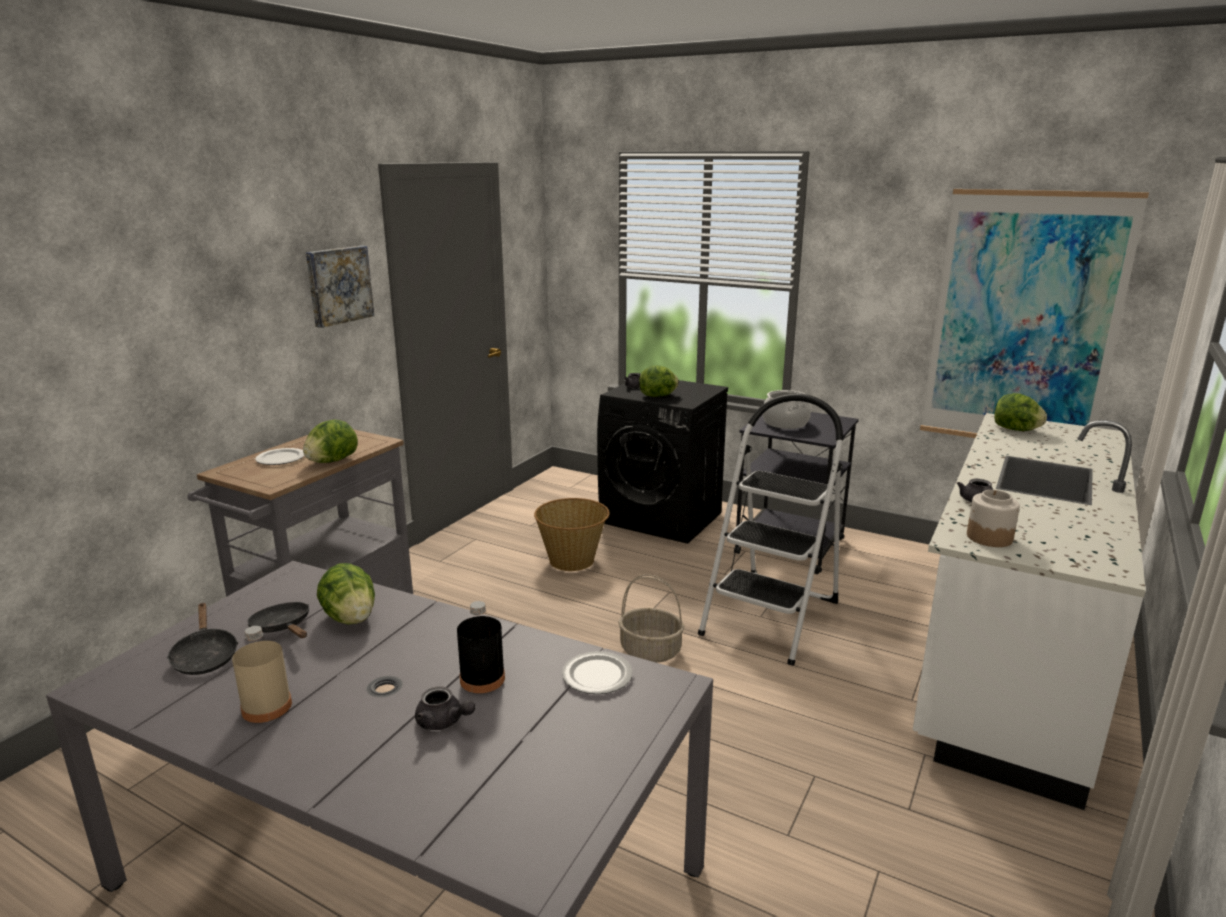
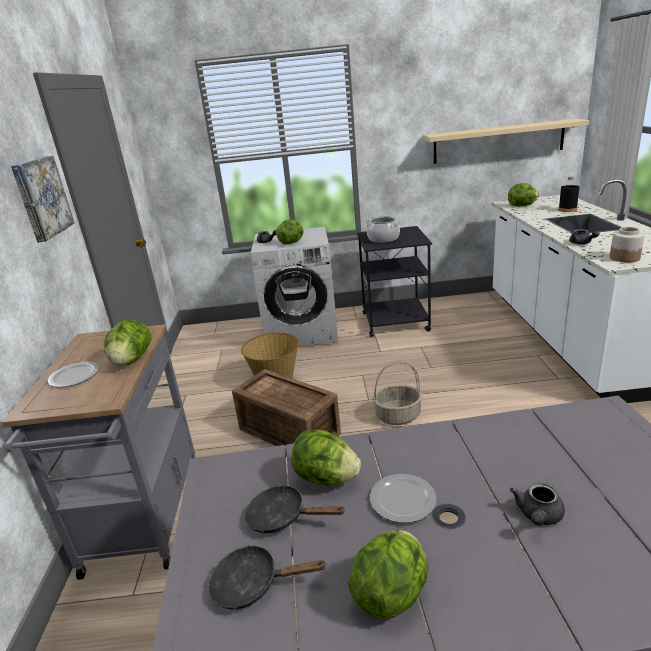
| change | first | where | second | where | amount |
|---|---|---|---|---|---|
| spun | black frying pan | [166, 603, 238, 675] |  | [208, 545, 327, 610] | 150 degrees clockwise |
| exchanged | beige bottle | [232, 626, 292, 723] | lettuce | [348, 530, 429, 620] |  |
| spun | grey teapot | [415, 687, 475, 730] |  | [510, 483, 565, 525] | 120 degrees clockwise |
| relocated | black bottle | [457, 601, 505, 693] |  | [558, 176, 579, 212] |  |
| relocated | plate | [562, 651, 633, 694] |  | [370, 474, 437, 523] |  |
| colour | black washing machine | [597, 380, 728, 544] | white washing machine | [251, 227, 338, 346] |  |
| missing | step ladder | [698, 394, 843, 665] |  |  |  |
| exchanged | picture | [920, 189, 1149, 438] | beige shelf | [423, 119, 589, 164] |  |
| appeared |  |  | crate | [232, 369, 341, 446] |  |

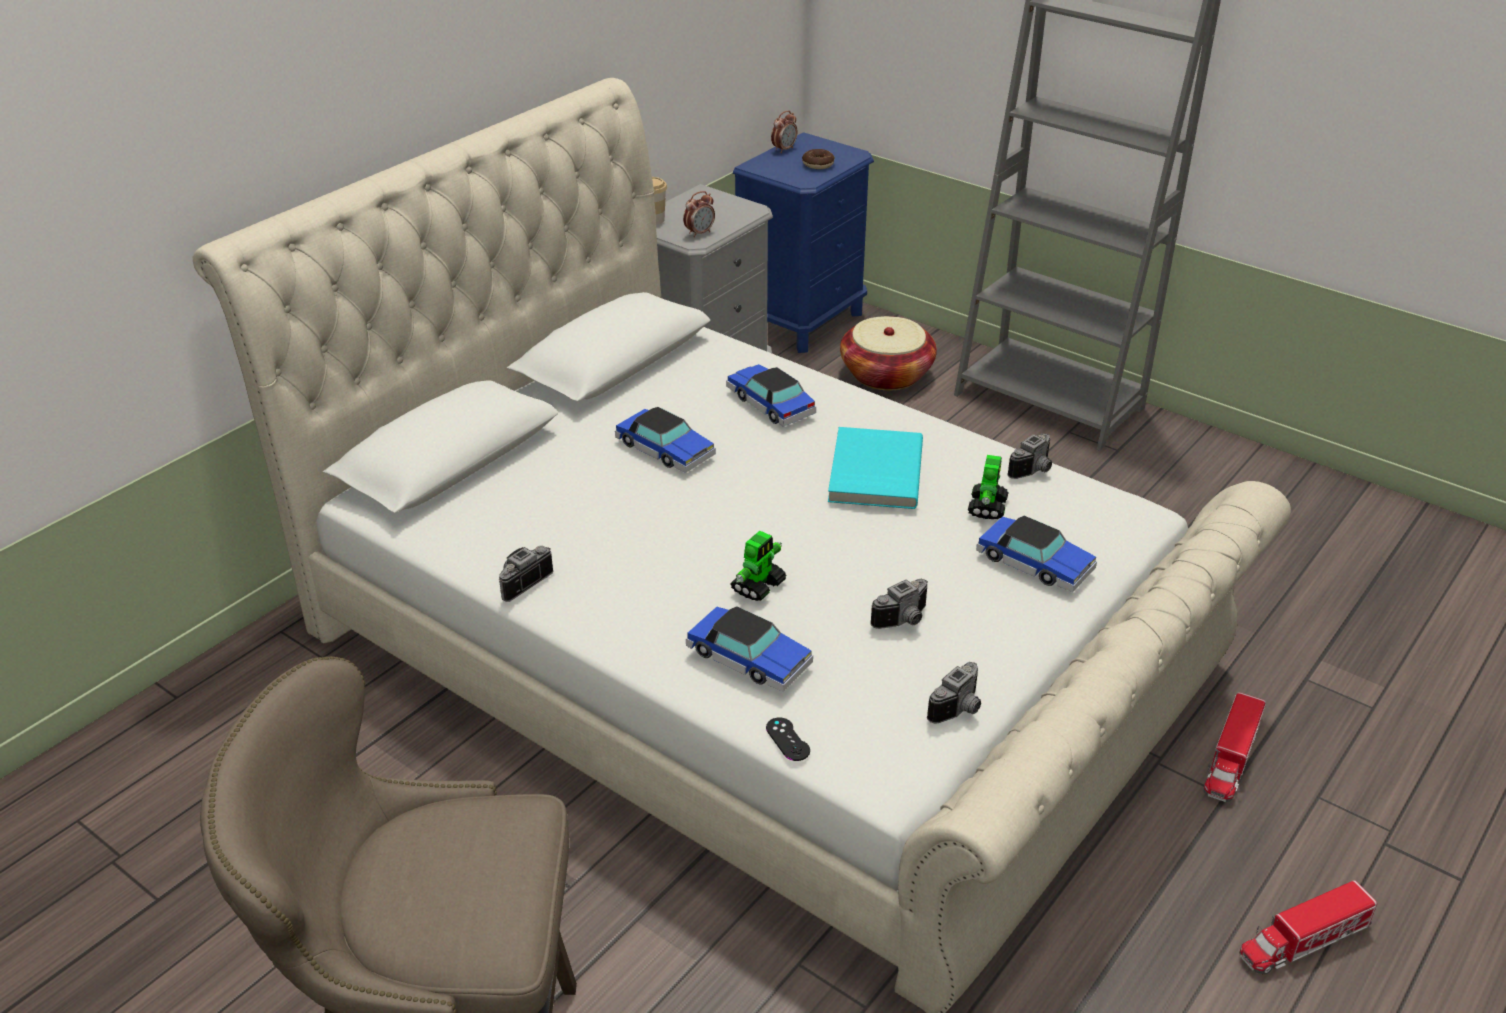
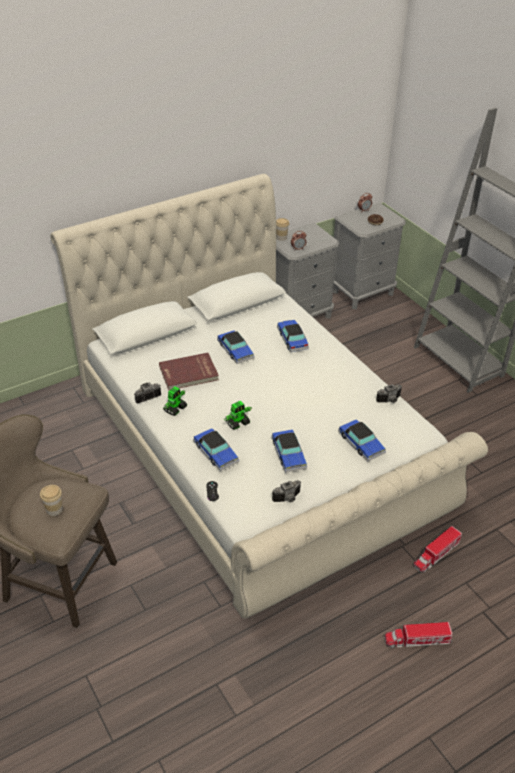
| change | first | where | second | where | amount |
|---|---|---|---|---|---|
| colour | blue nightstand | [733, 132, 874, 353] | grey nightstand | [333, 202, 406, 309] |  |
| missing | turquoise book | [828, 427, 923, 509] |  |  |  |
| missing | basket | [840, 316, 937, 391] |  |  |  |
| exchanged | photo camera | [871, 579, 928, 629] | toy car | [272, 430, 307, 473] |  |
| relocated | toy robot | [968, 455, 1009, 519] |  | [163, 386, 187, 416] |  |
| appeared |  |  | cup | [40, 485, 63, 516] |  |
| appeared |  |  | red book | [159, 353, 219, 391] |  |

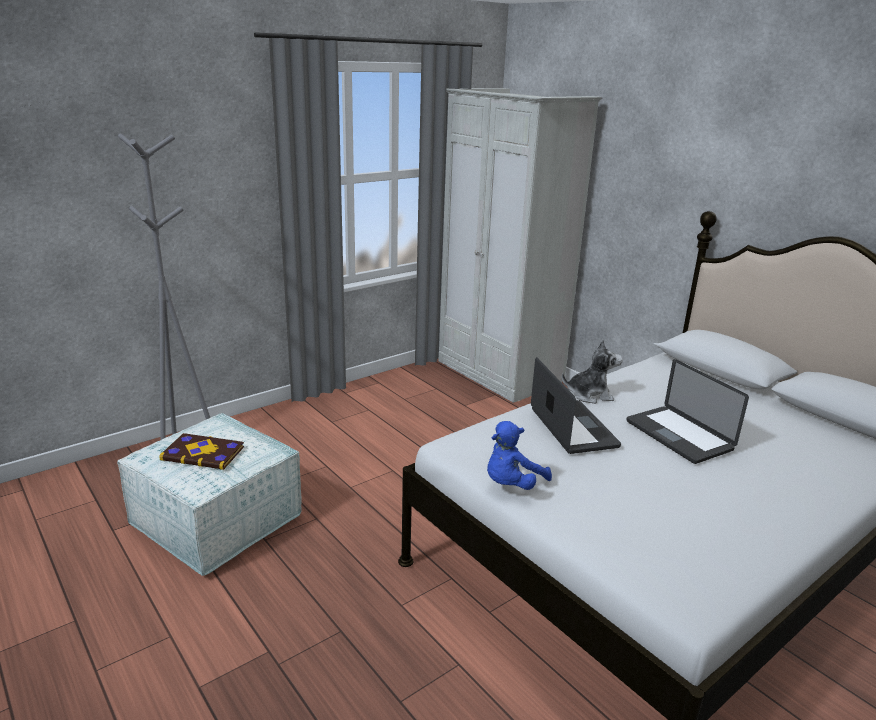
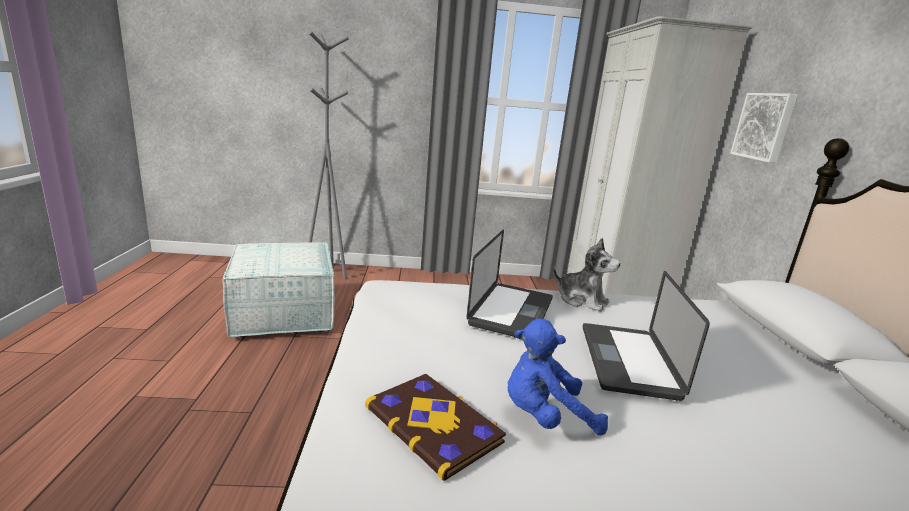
| change | first | where | second | where | amount |
|---|---|---|---|---|---|
| relocated | book | [159, 433, 244, 470] |  | [365, 374, 506, 481] |  |
| relocated | blue plush toy | [487, 421, 552, 490] |  | [508, 318, 608, 436] |  |
| appeared |  |  | picture | [730, 93, 798, 163] |  |

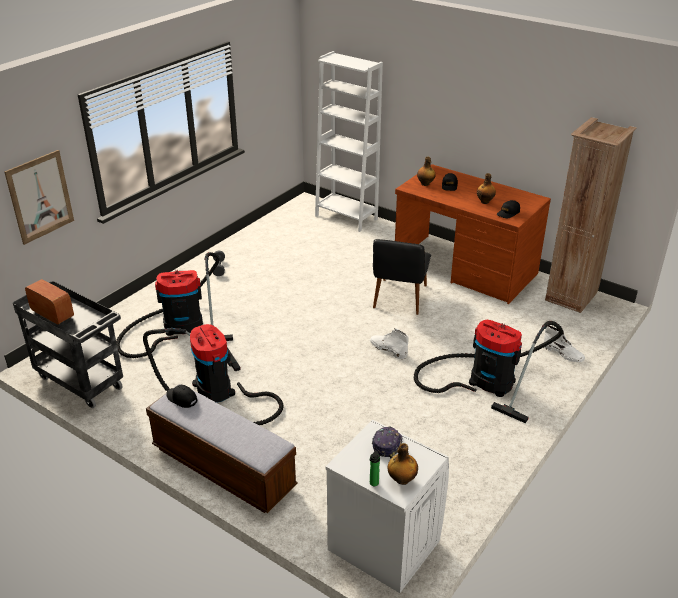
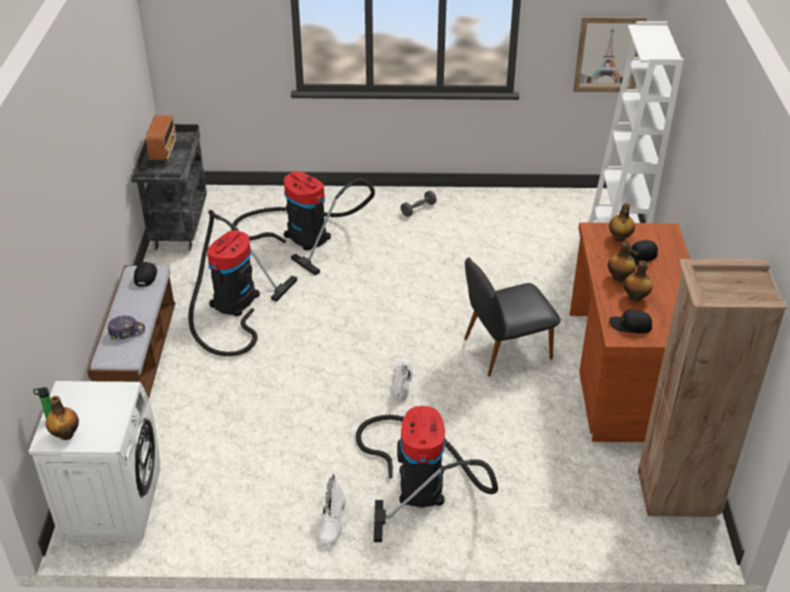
| change | first | where | second | where | amount |
|---|---|---|---|---|---|
| relocated | picture | [4, 150, 74, 245] |  | [573, 17, 647, 92] |  |
| relocated | cap | [372, 427, 402, 458] |  | [108, 316, 145, 340] |  |
| relocated | white boot | [543, 325, 585, 362] |  | [319, 473, 345, 546] |  |
| appeared |  |  | bottle | [608, 241, 636, 282] |  |

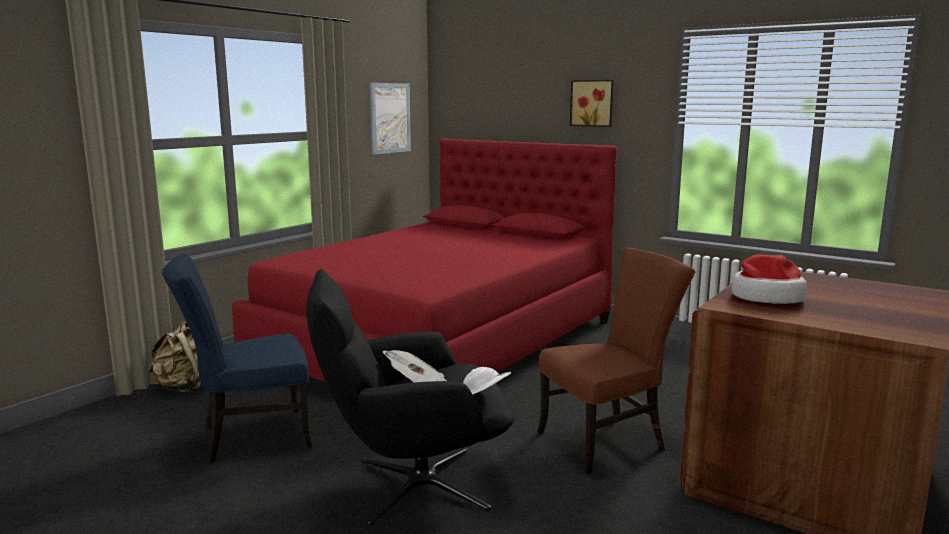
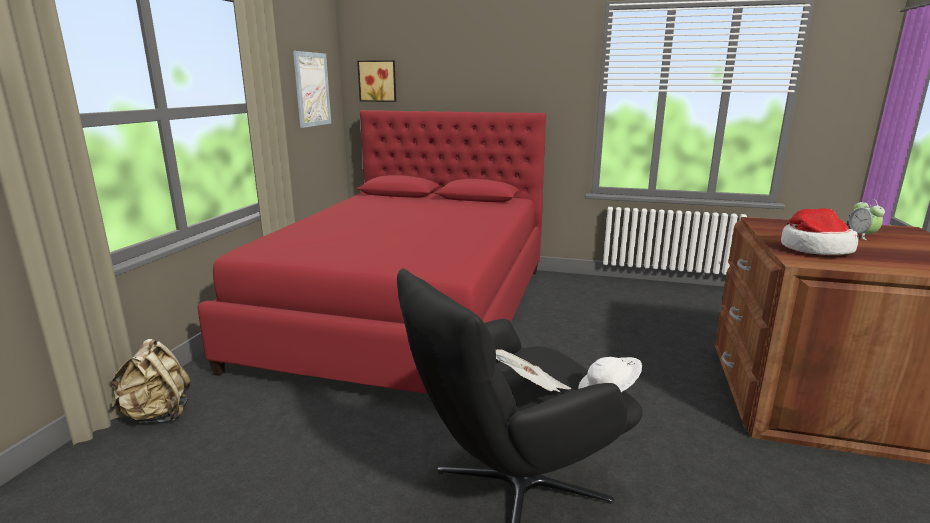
| change | first | where | second | where | amount |
|---|---|---|---|---|---|
| missing | blue chair | [162, 254, 312, 463] |  |  |  |
| missing | brown chair | [537, 248, 695, 475] |  |  |  |
| relocated | picture | [570, 80, 614, 127] |  | [357, 60, 396, 102] |  |
| appeared |  |  | alarm clock | [849, 199, 885, 240] |  |

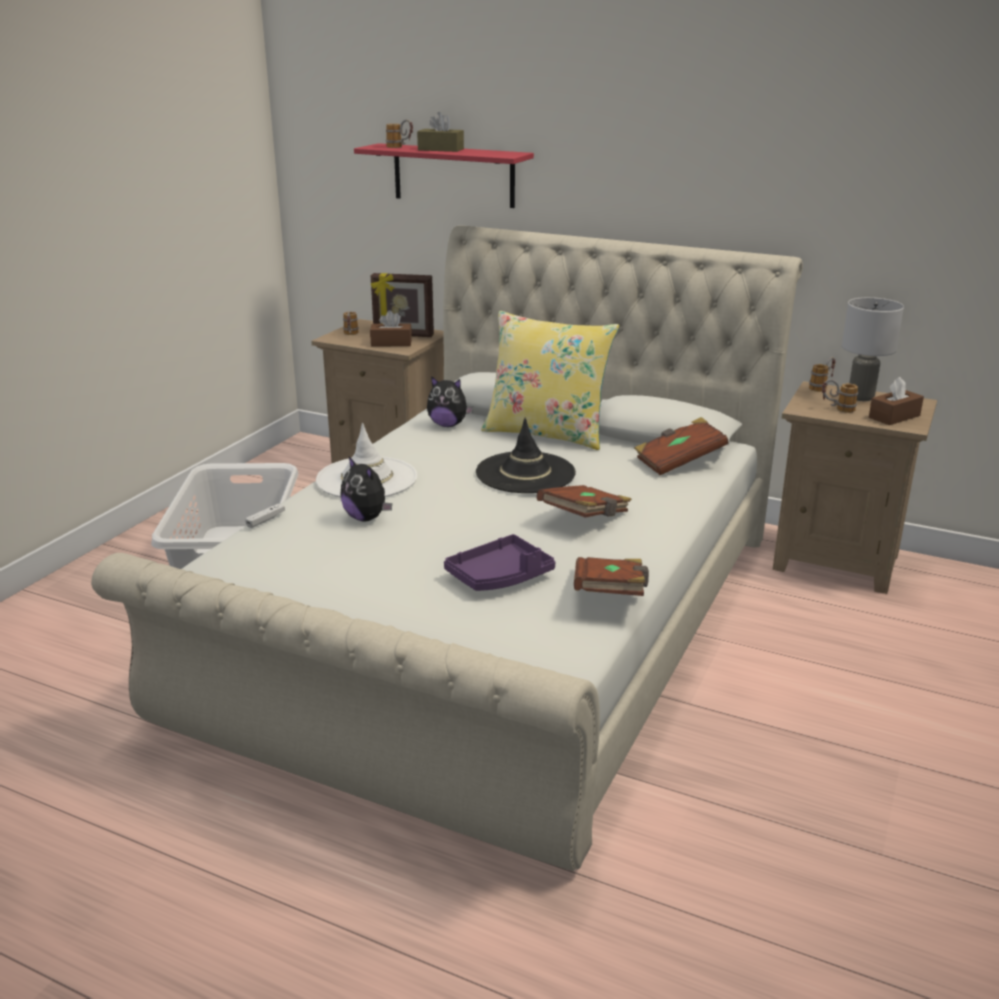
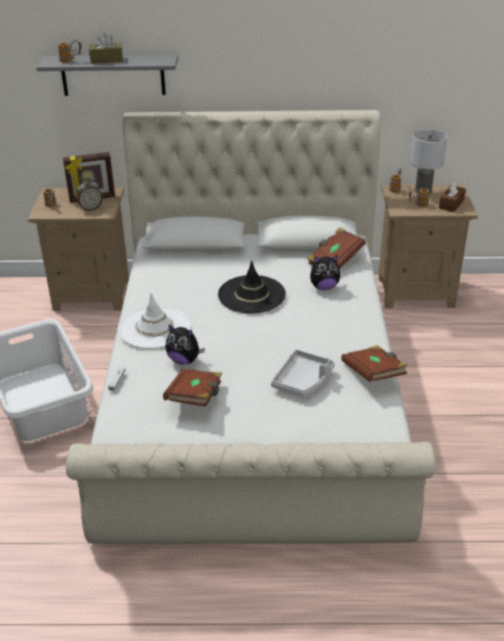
| change | first | where | second | where | amount |
|---|---|---|---|---|---|
| colour | red shelf | [354, 143, 534, 208] | grey shelf | [36, 55, 178, 96] |  |
| exchanged | brown tissue box | [370, 310, 412, 347] | alarm clock | [77, 178, 102, 211] |  |
| relocated | plush toy | [427, 376, 473, 427] |  | [310, 255, 340, 290] |  |
| colour | purple tray | [444, 534, 555, 591] | grey tray | [271, 349, 334, 397] |  |
| missing | yellow pillow | [481, 311, 619, 450] |  |  |  |
| relocated | brown book | [537, 485, 632, 518] |  | [163, 369, 222, 407] |  |

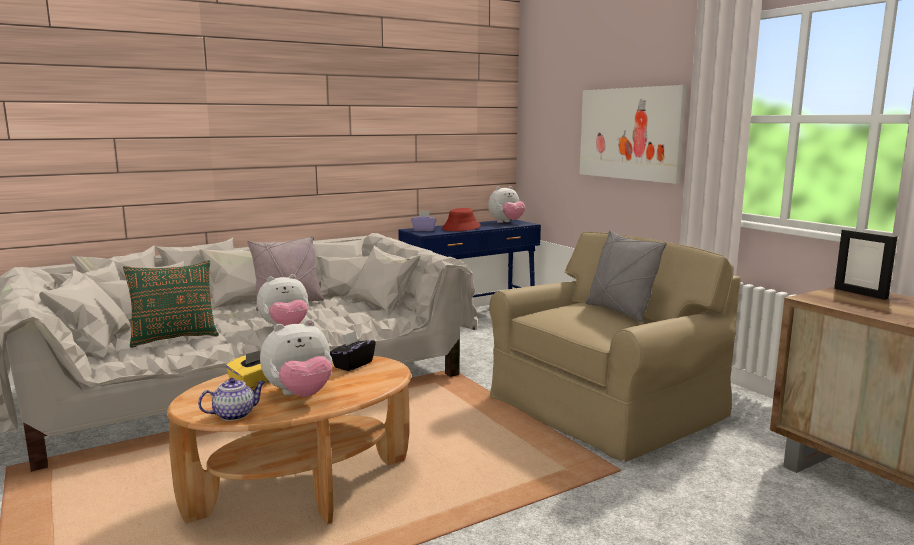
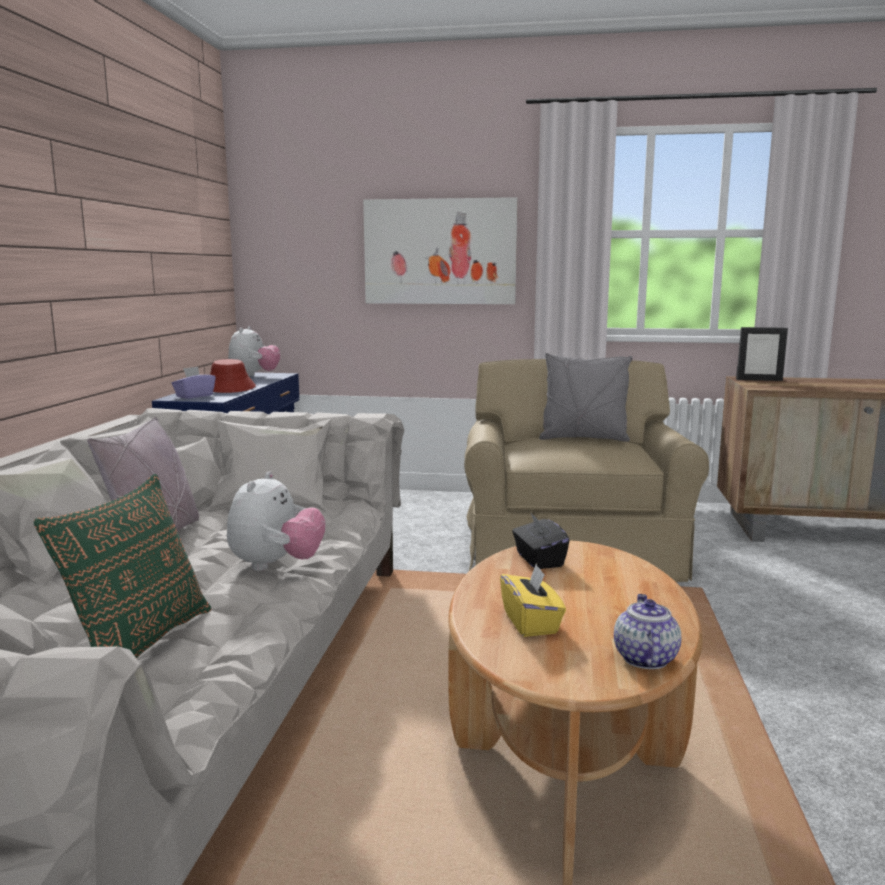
| change | first | where | second | where | amount |
|---|---|---|---|---|---|
| missing | plush toy | [260, 319, 332, 397] |  |  |  |

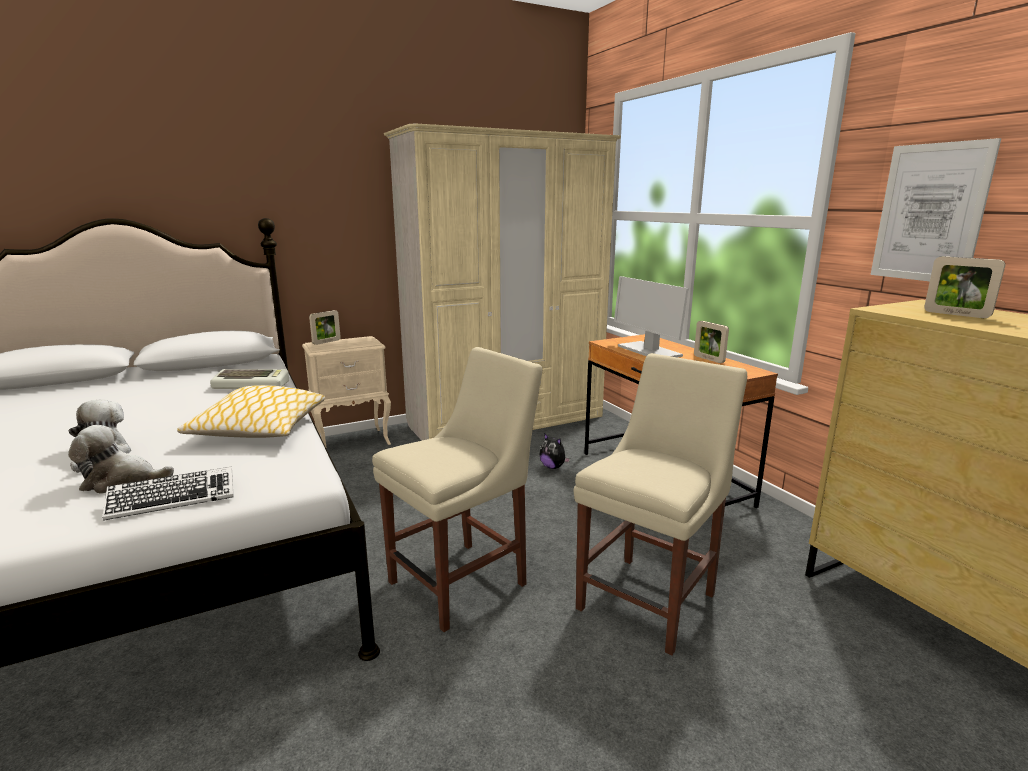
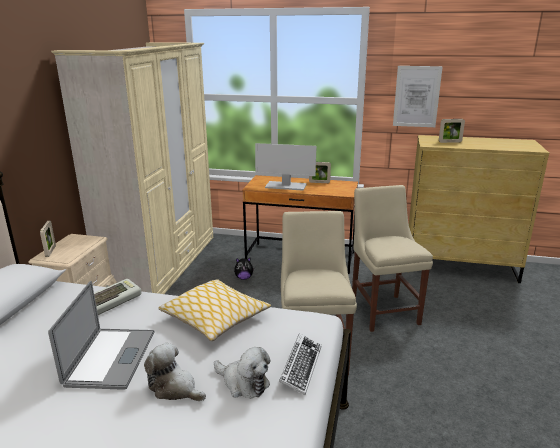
| change | first | where | second | where | amount |
|---|---|---|---|---|---|
| spun | plush toy | [68, 425, 174, 494] |  | [214, 347, 271, 399] | 90 degrees counterclockwise |
| appeared |  |  | laptop | [48, 281, 155, 390] |  |

